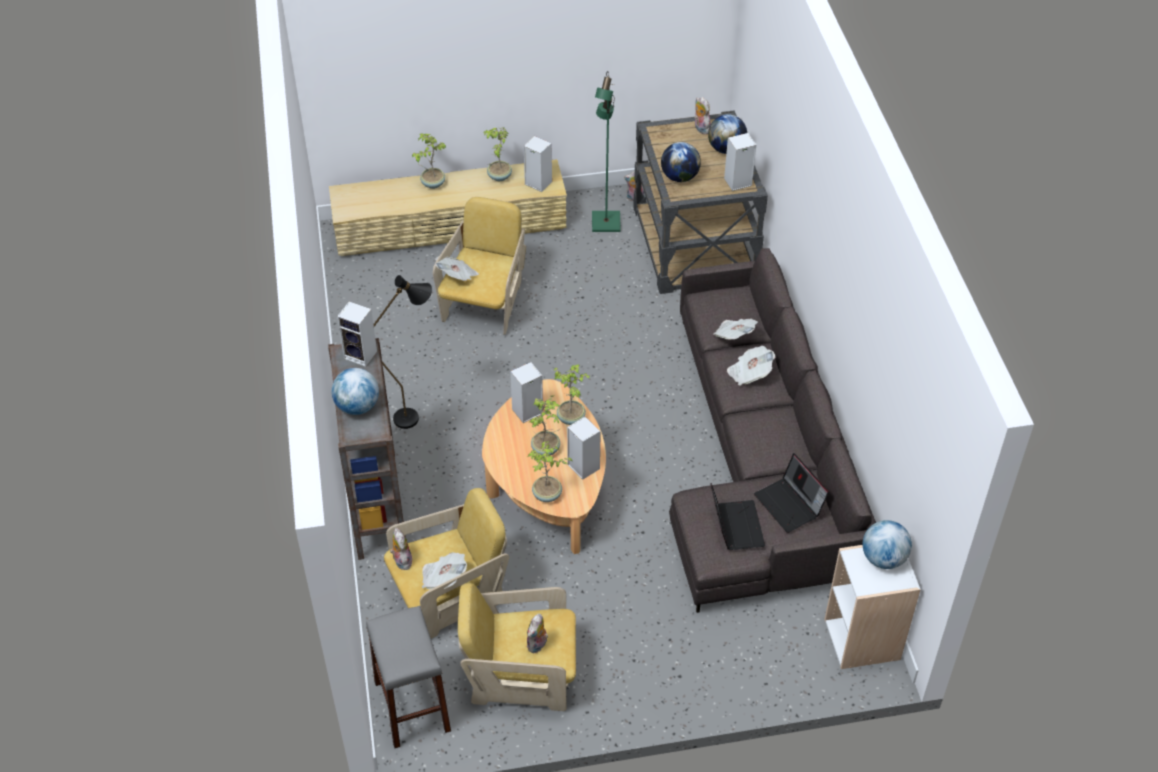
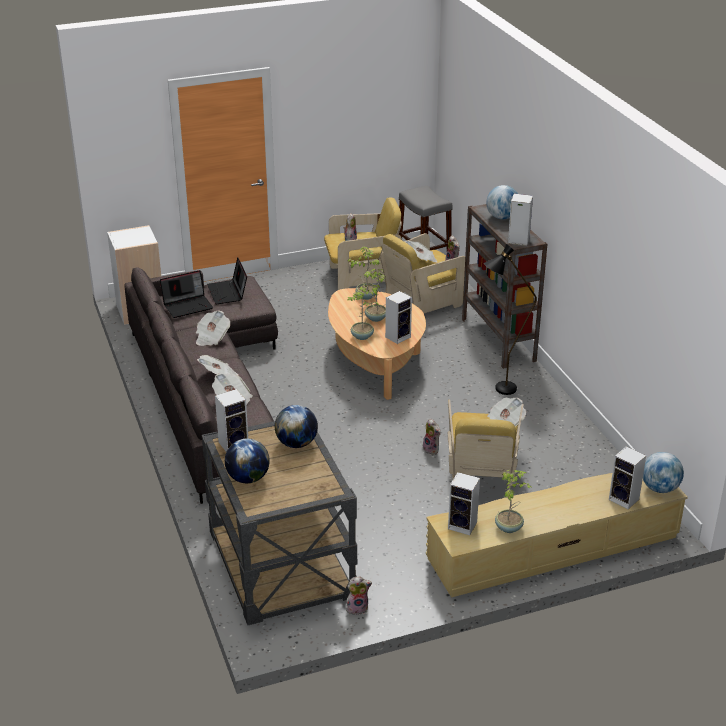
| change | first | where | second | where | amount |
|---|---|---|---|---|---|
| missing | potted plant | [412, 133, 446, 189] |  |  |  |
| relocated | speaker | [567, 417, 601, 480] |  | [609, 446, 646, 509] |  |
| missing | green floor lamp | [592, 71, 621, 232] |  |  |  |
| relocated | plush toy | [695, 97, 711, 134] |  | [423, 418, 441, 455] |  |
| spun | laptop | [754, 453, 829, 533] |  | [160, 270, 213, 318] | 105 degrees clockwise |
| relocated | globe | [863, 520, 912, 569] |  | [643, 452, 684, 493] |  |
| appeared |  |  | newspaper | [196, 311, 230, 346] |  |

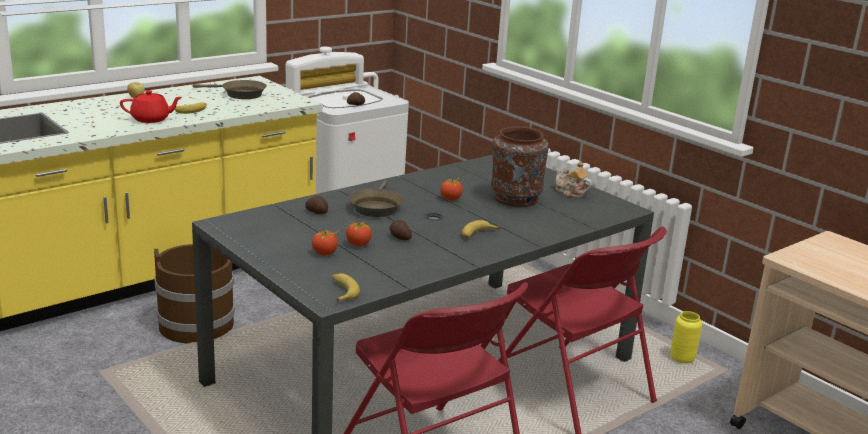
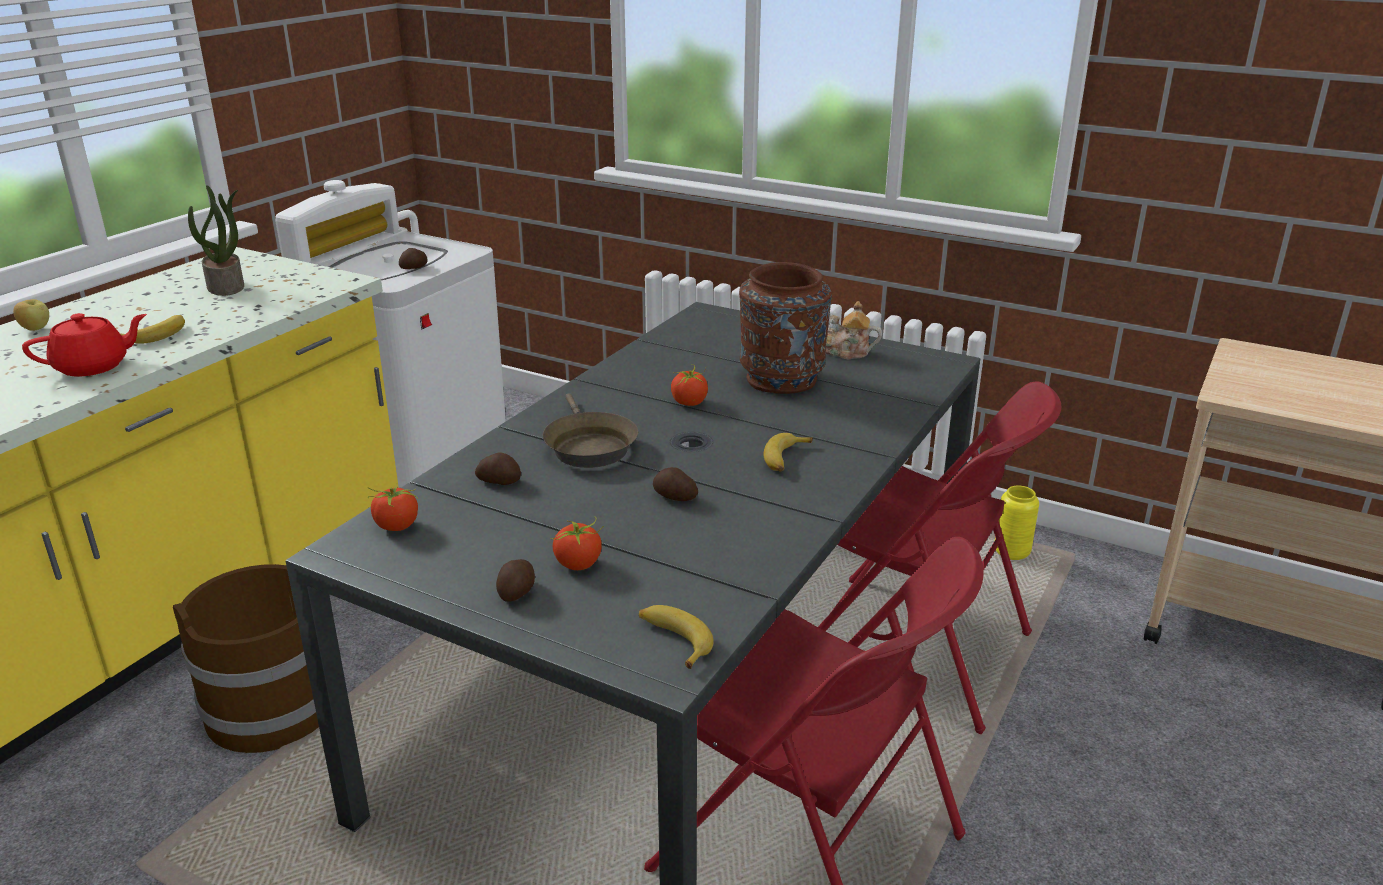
| change | first | where | second | where | amount |
|---|---|---|---|---|---|
| exchanged | brown frying pan | [193, 80, 267, 99] | potted plant | [188, 185, 244, 296] |  |
| relocated | tomato | [346, 220, 372, 247] |  | [367, 484, 418, 531] |  |
| appeared |  |  | potato | [496, 559, 535, 601] |  |

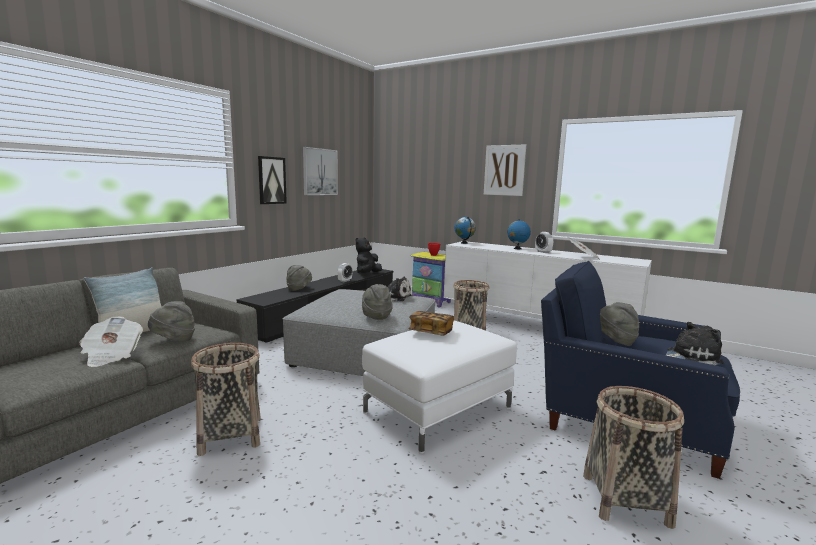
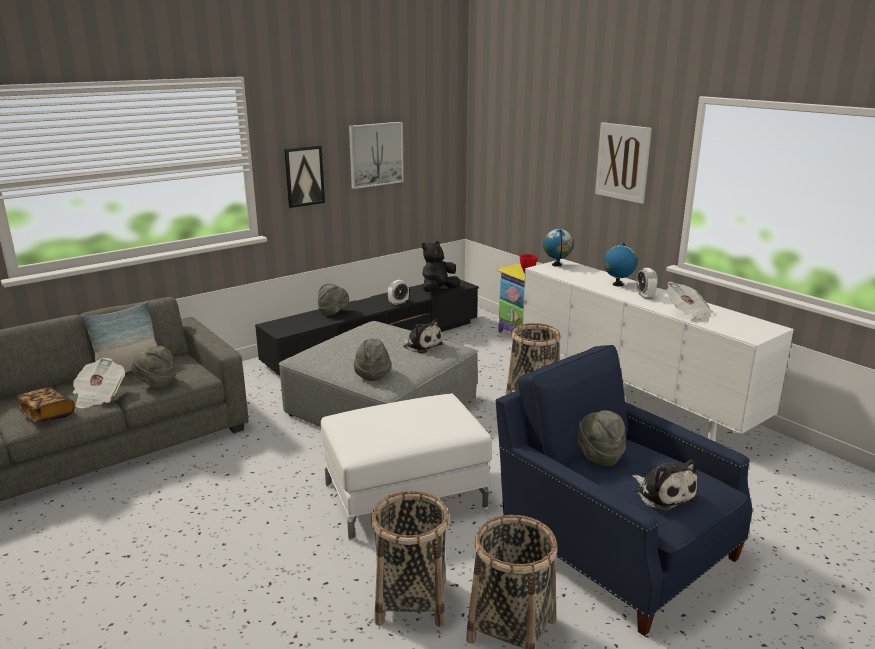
| change | first | where | second | where | amount |
|---|---|---|---|---|---|
| relocated | basket | [191, 343, 261, 456] |  | [371, 491, 449, 627] |  |
| relocated | book | [408, 311, 454, 336] |  | [17, 387, 75, 423] |  |
| spun | plush toy | [666, 322, 724, 365] |  | [632, 459, 698, 512] | 45 degrees clockwise |

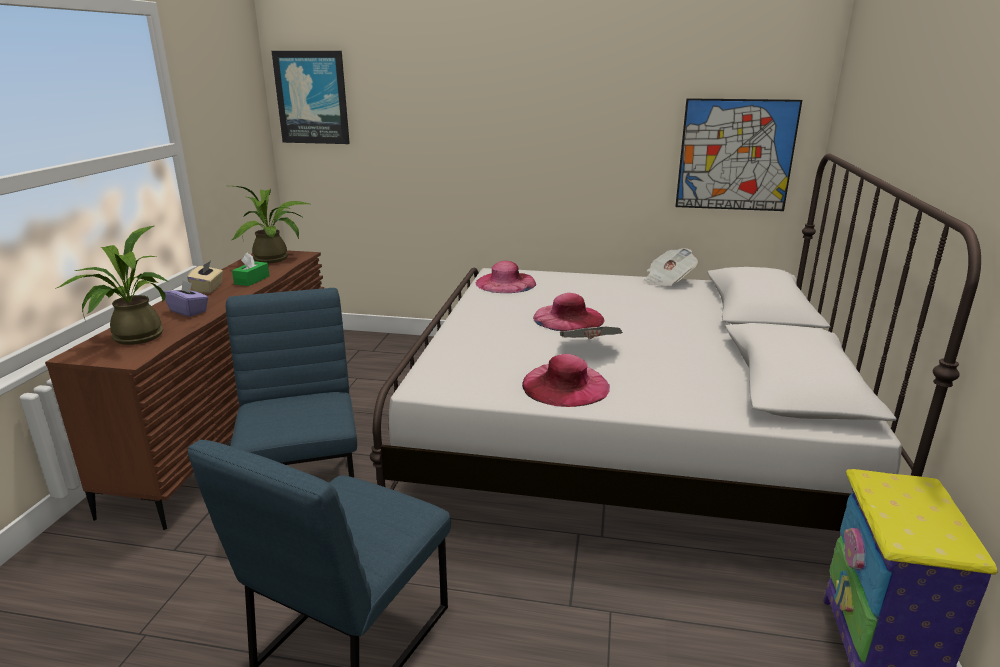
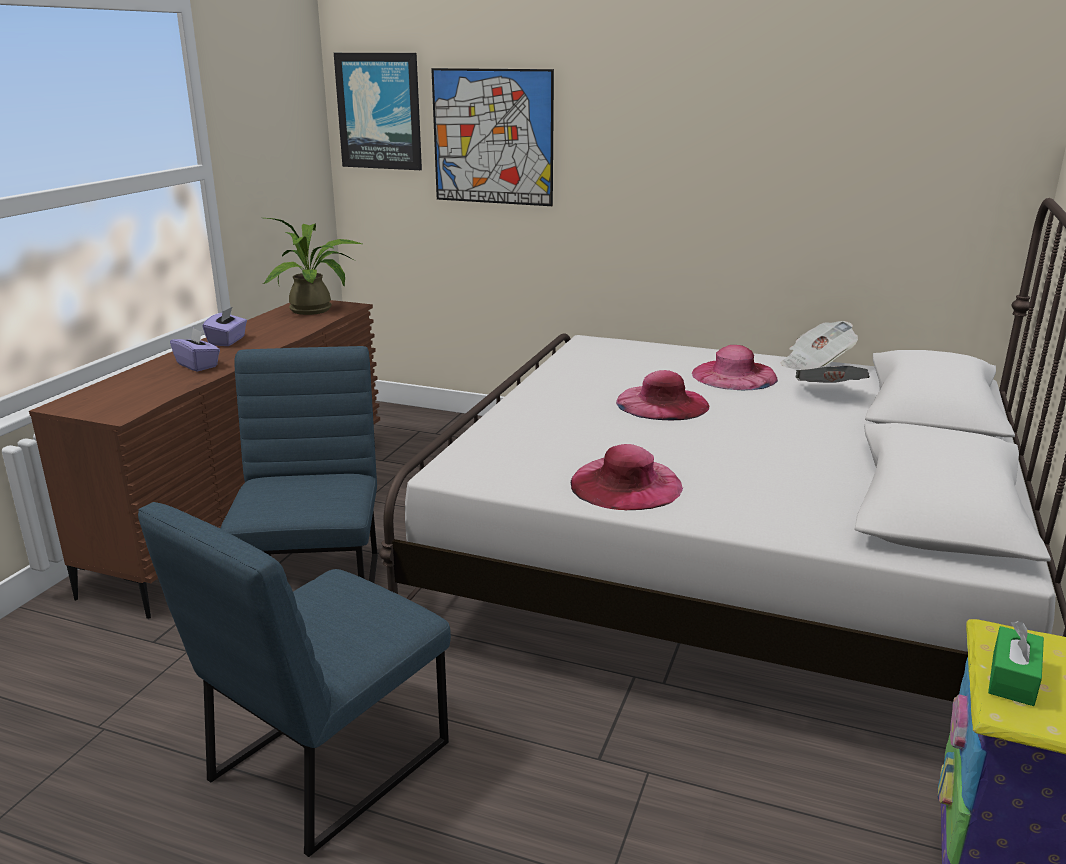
| change | first | where | second | where | amount |
|---|---|---|---|---|---|
| missing | potted plant | [55, 226, 168, 345] |  |  |  |
| colour | beige tissue box | [187, 261, 223, 294] | purple tissue box | [202, 307, 247, 346] |  |
| relocated | green tissue box | [232, 253, 270, 286] |  | [988, 621, 1044, 706] |  |
| relocated | pink hat | [476, 261, 536, 293] |  | [692, 345, 778, 390] |  |
| relocated | newspaper | [559, 327, 623, 339] |  | [795, 366, 870, 383] |  |
| relocated | picture | [675, 98, 802, 211] |  | [431, 68, 554, 206] |  |

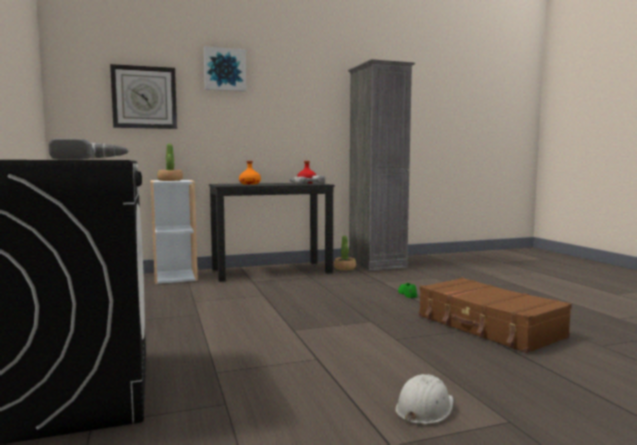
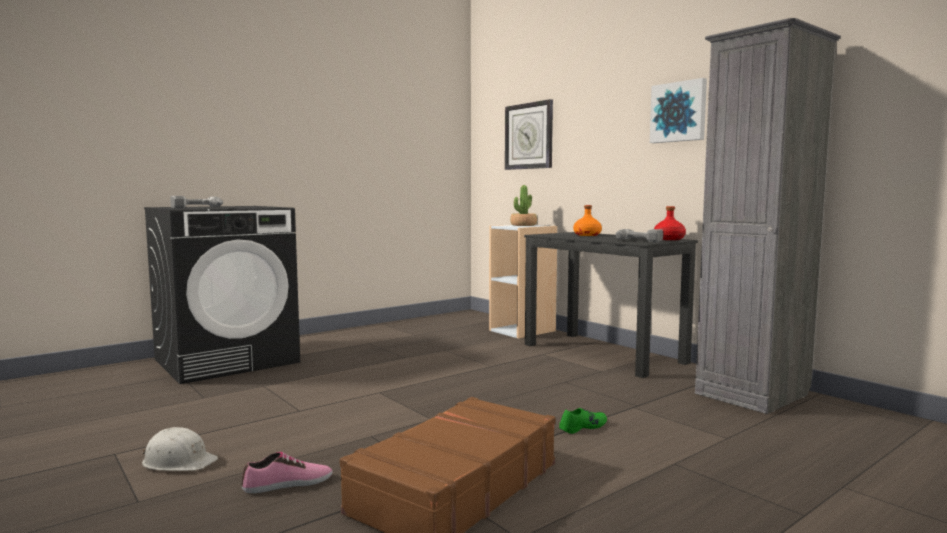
| change | first | where | second | where | amount |
|---|---|---|---|---|---|
| relocated | picture | [204, 46, 246, 92] |  | [650, 78, 707, 143] |  |
| missing | potted plant | [334, 235, 356, 270] |  |  |  |
| appeared |  |  | shoe | [241, 452, 333, 493] |  |

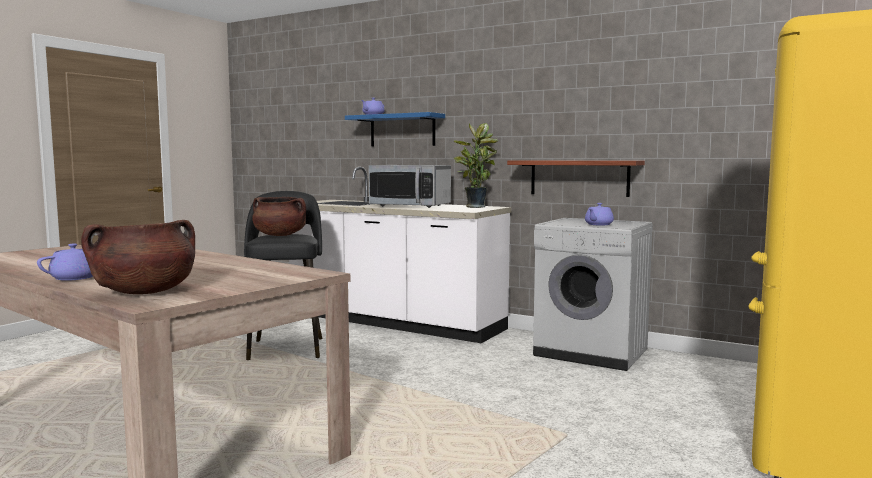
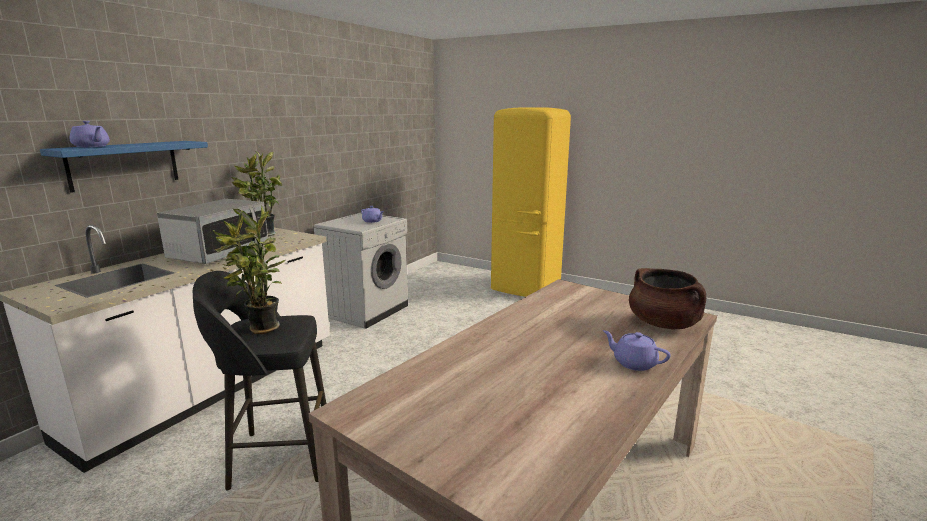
| change | first | where | second | where | amount |
|---|---|---|---|---|---|
| exchanged | brown cooking pot | [252, 197, 306, 236] | potted plant | [213, 205, 285, 334] |  |
| missing | shelf | [507, 160, 645, 197] |  |  |  |

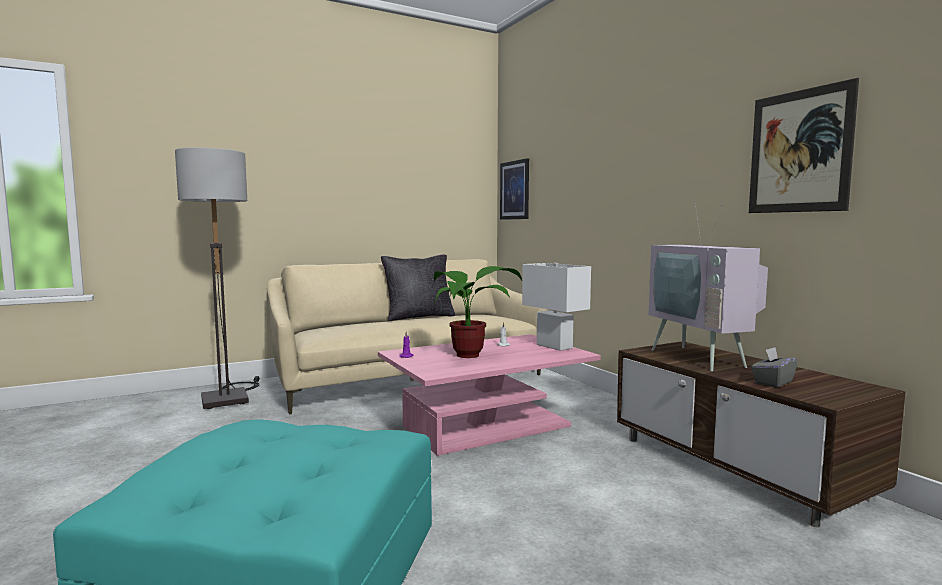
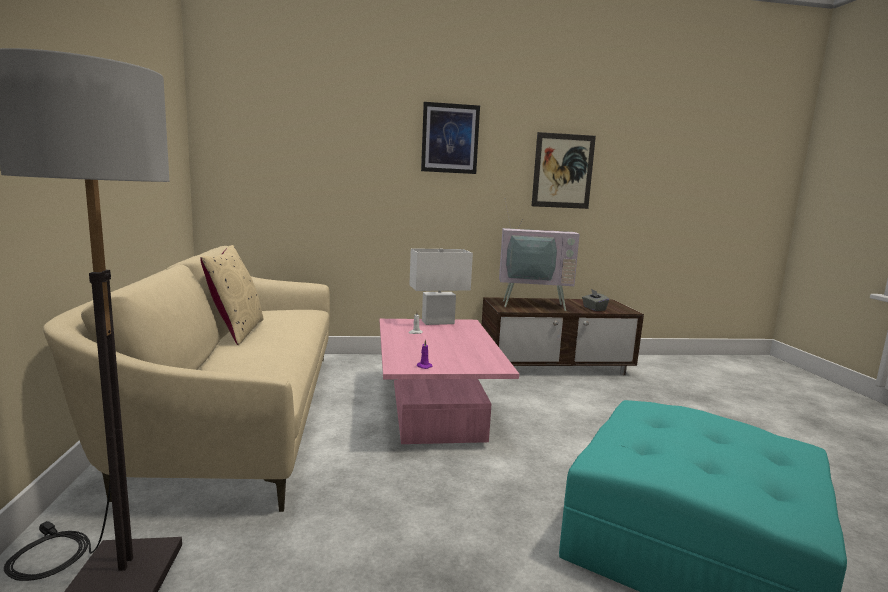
| change | first | where | second | where | amount |
|---|---|---|---|---|---|
| colour | black pillow | [381, 255, 455, 321] | beige pillow | [200, 245, 263, 345] |  |
| missing | potted plant | [434, 266, 522, 358] |  |  |  |
| relocated | picture | [500, 158, 529, 220] |  | [421, 102, 480, 174] |  |

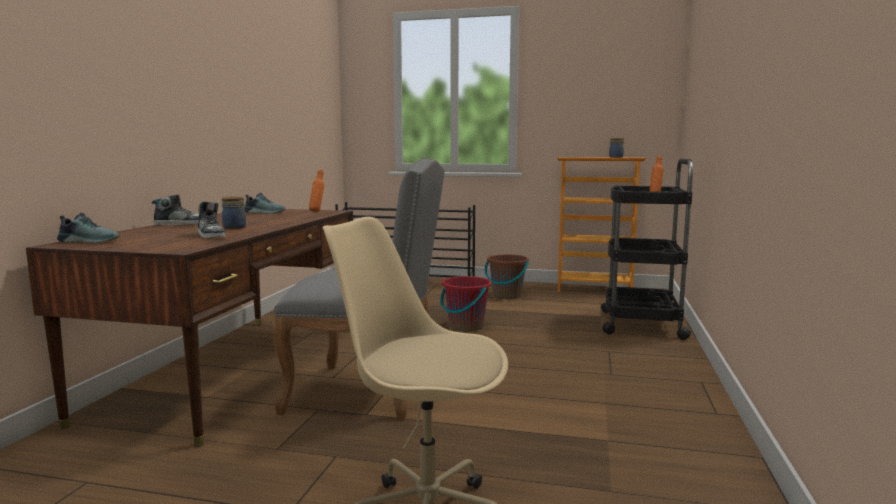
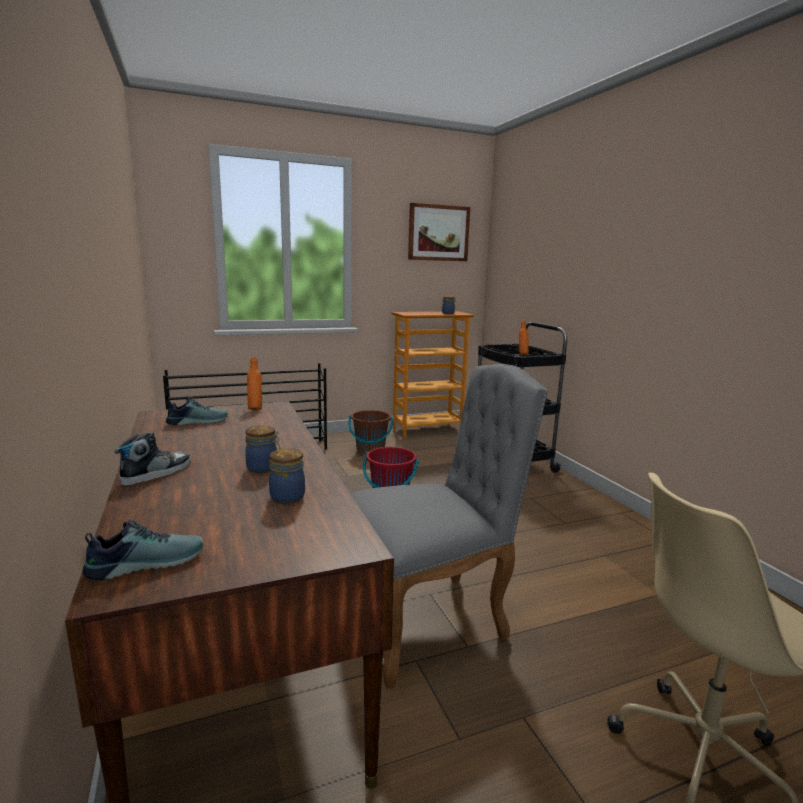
| change | first | where | second | where | amount |
|---|---|---|---|---|---|
| exchanged | shoe | [198, 202, 226, 239] | jar | [269, 449, 305, 504] |  |
| appeared |  |  | picture | [408, 203, 470, 261] |  |

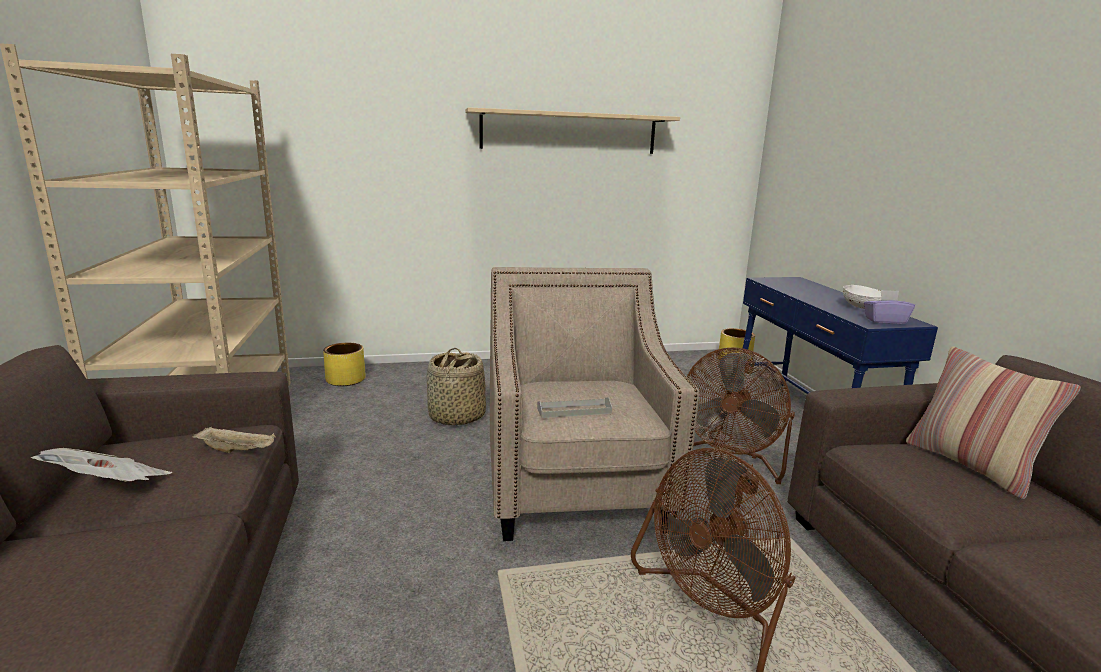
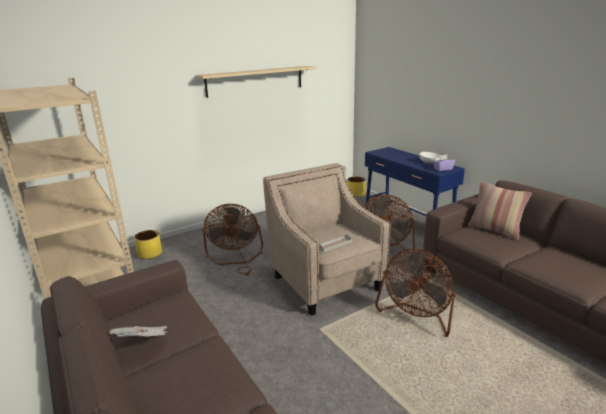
| change | first | where | second | where | amount |
|---|---|---|---|---|---|
| missing | beige tray | [193, 427, 276, 453] |  |  |  |
| exchanged | basket | [426, 348, 486, 425] | brown fan | [202, 204, 263, 276] |  |

